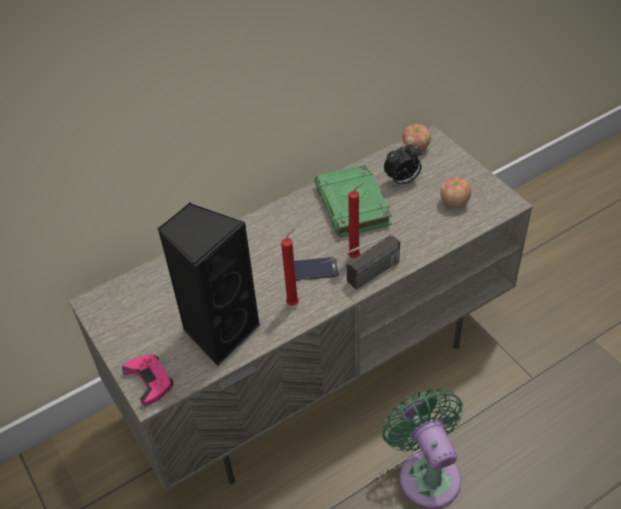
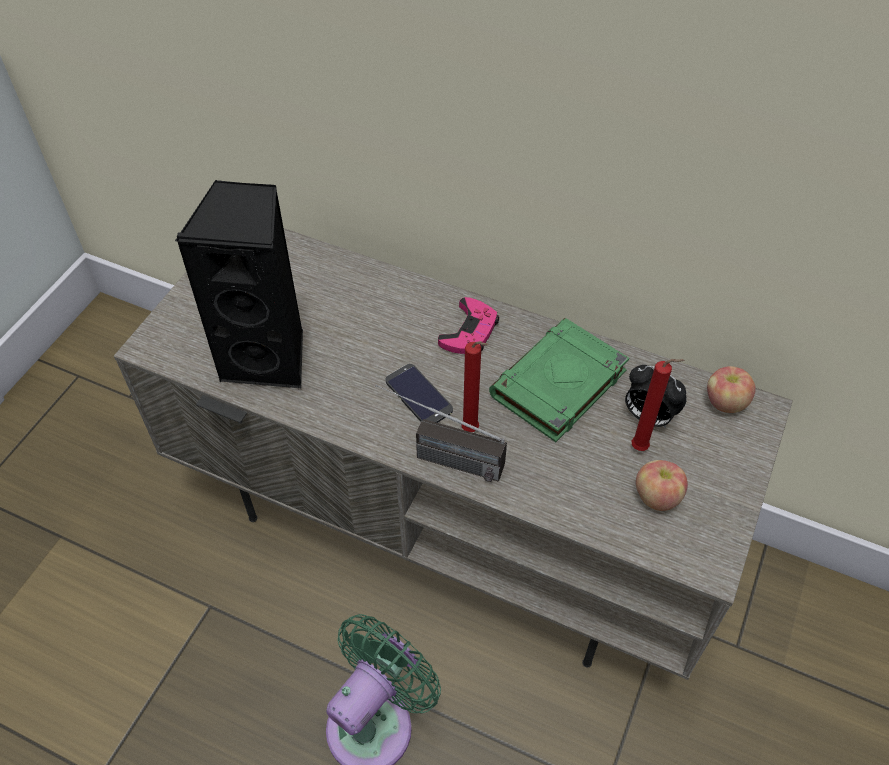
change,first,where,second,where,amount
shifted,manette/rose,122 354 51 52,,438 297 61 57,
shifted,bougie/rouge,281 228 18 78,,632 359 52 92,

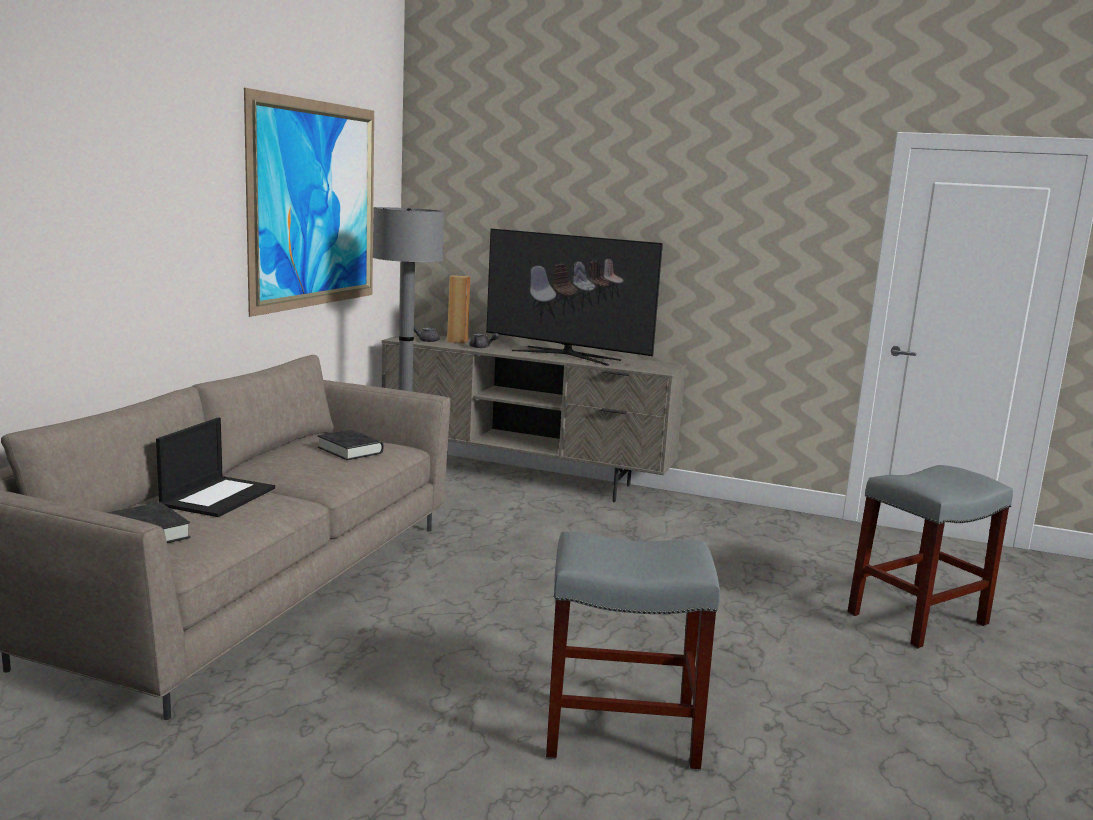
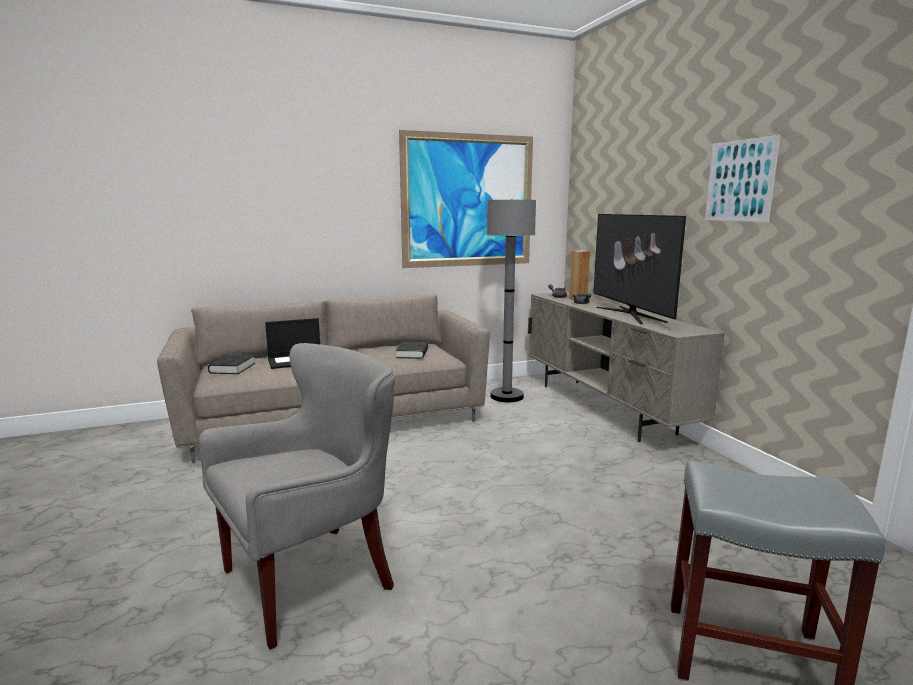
change,first,where,second,where,amount
new,,,tableau,705 135 75 87,
swapped,tabouret/gris,546 531 174 240,fauteuil/gris,199 343 196 307,

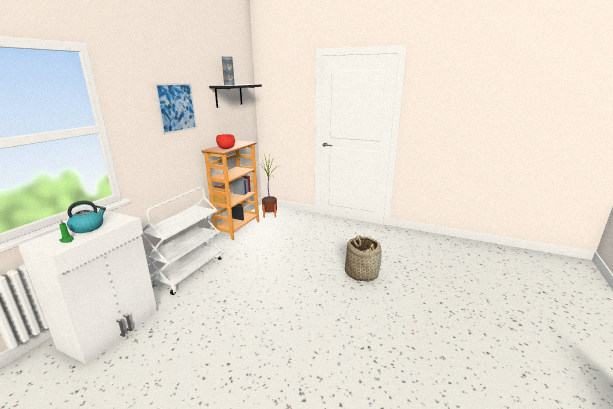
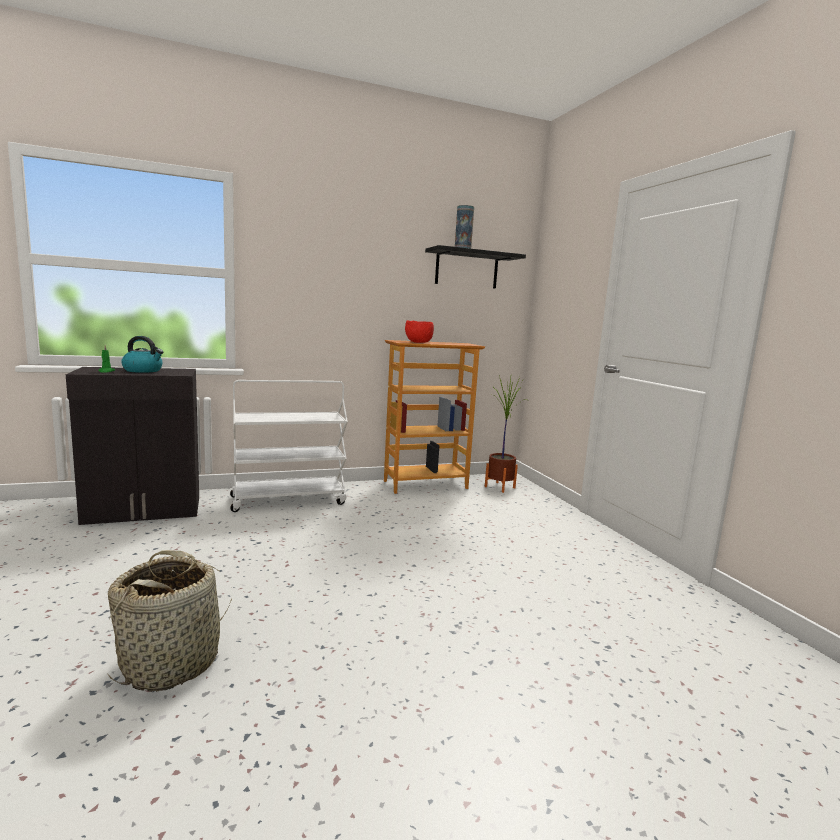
change,first,where,second,where,amount
gone,tableau,154 83 43 52,,,
shifted,panier,345 235 37 47,,106 550 126 142,
repainted,meuble de rangement/blanc,18 211 139 153,meuble de rangement/noir,66 367 133 158,

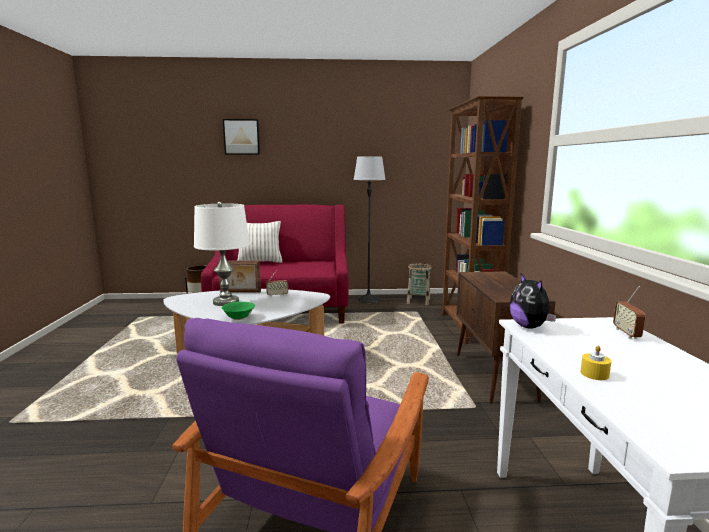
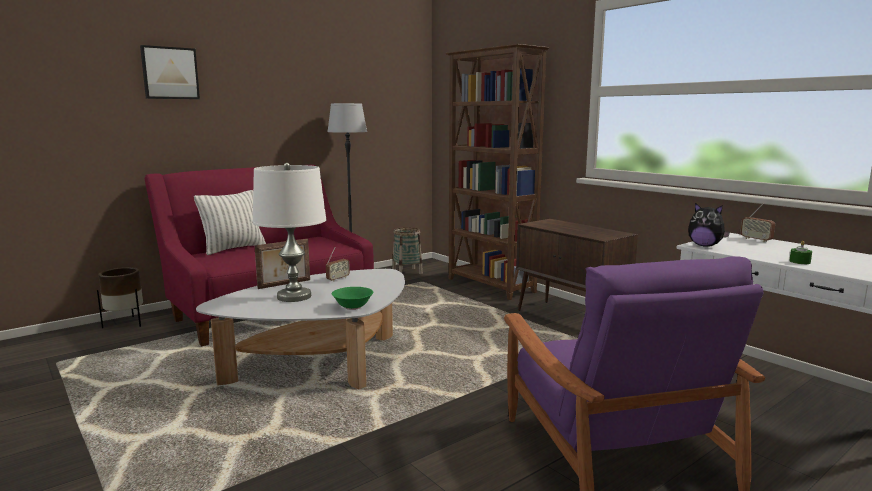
change,first,where,second,where,amount
repainted,bougie/jaune,580 345 31 35,bougie/vert,789 241 23 23,

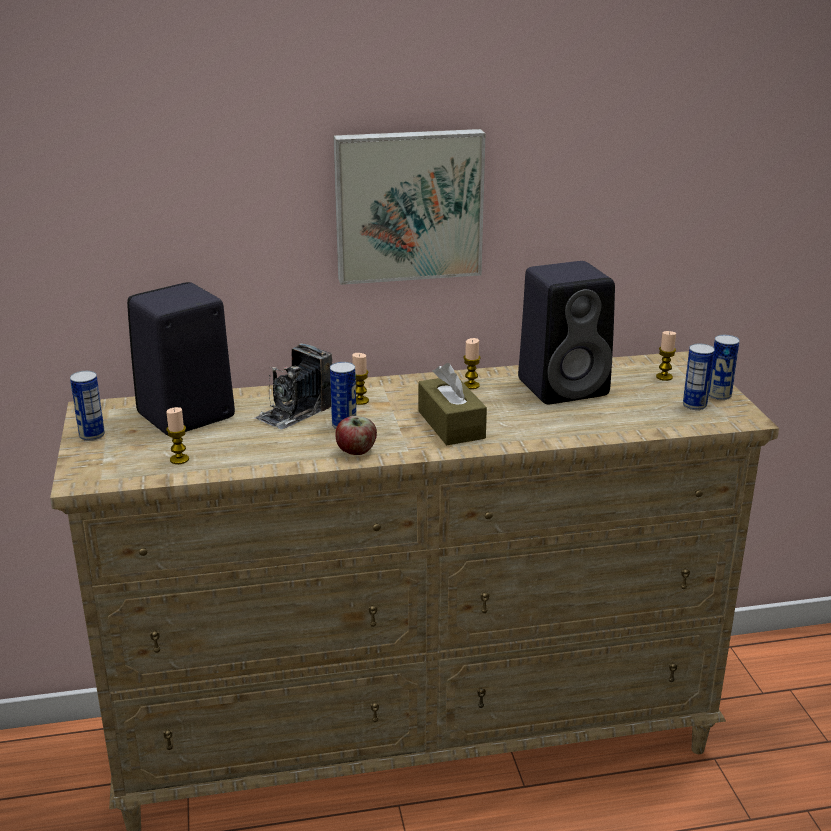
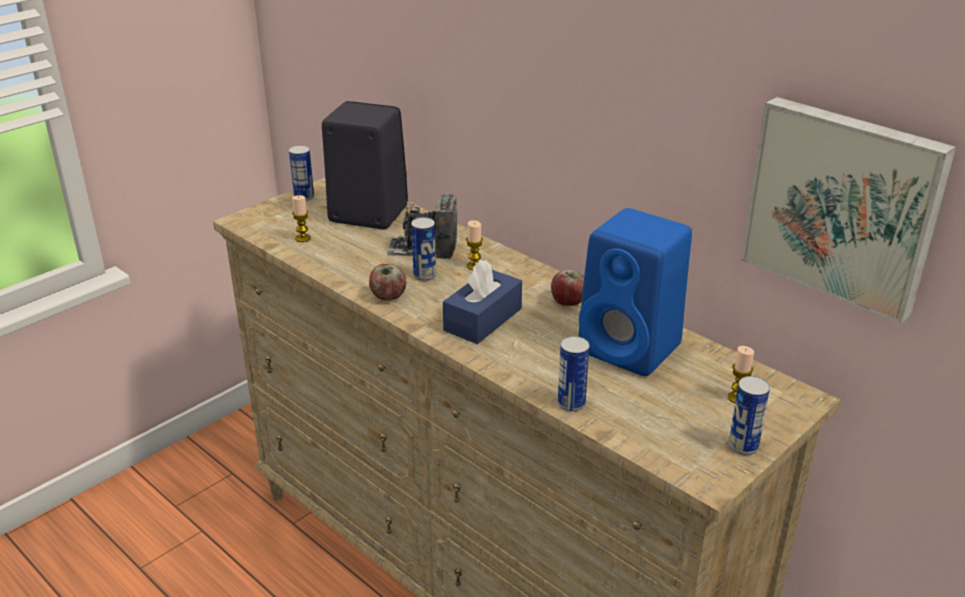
change,first,where,second,where,amount
shifted,tableau,333 129 153 156,,741 97 215 227,
shifted,boîte métallique,683 343 32 67,,558 336 32 76,
swapped,bougie,464 338 17 51,pomme,551 270 33 36,
repainted,boîte à mouchoirs/marron,418 363 69 82,boîte à mouchoirs/bleu,443 259 79 85,
repainted,enceinte/noir,518 261 97 143,enceinte/bleu,578 208 114 169,

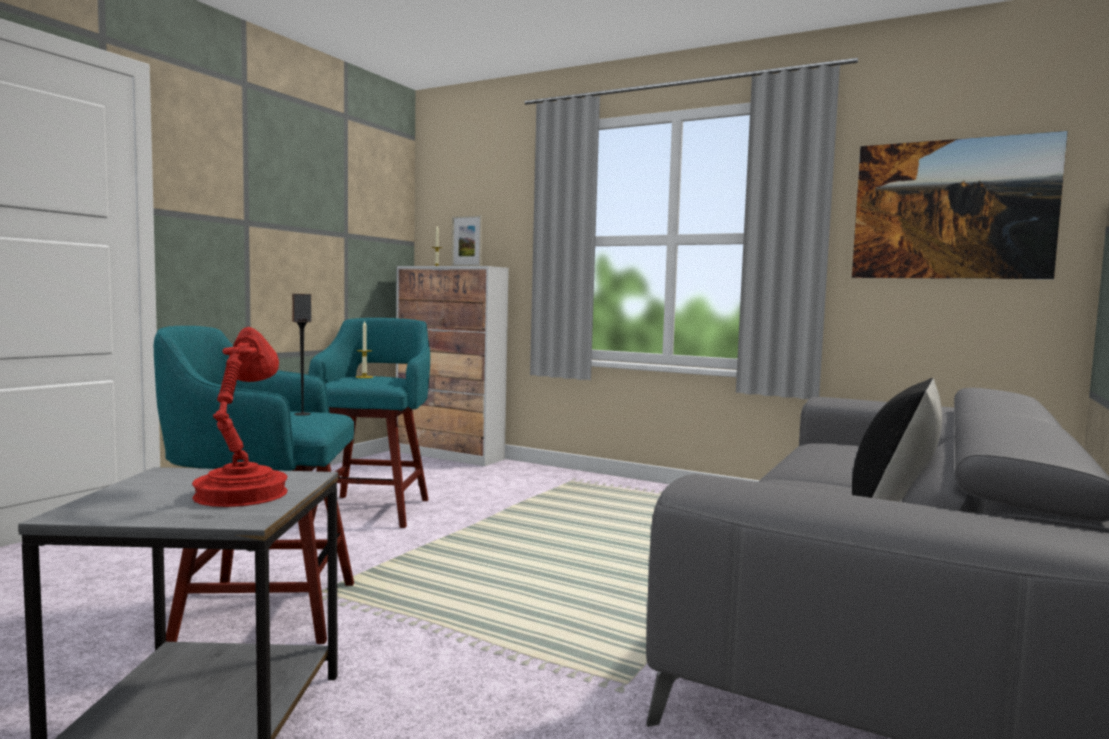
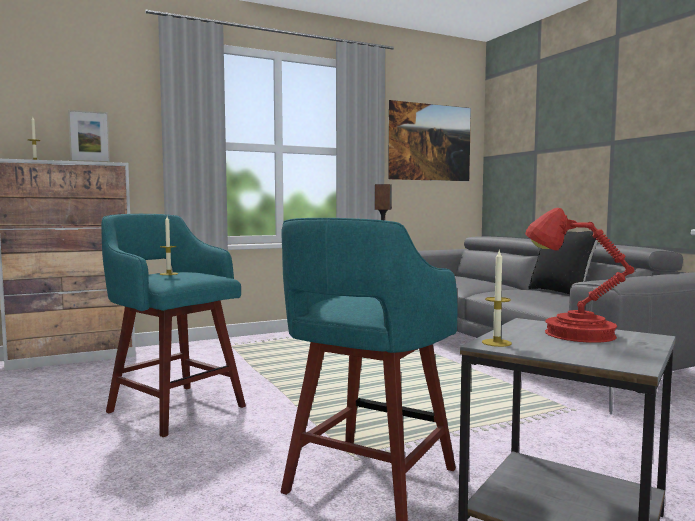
change,first,where,second,where,amount
new,,,bougie,482 251 30 96,

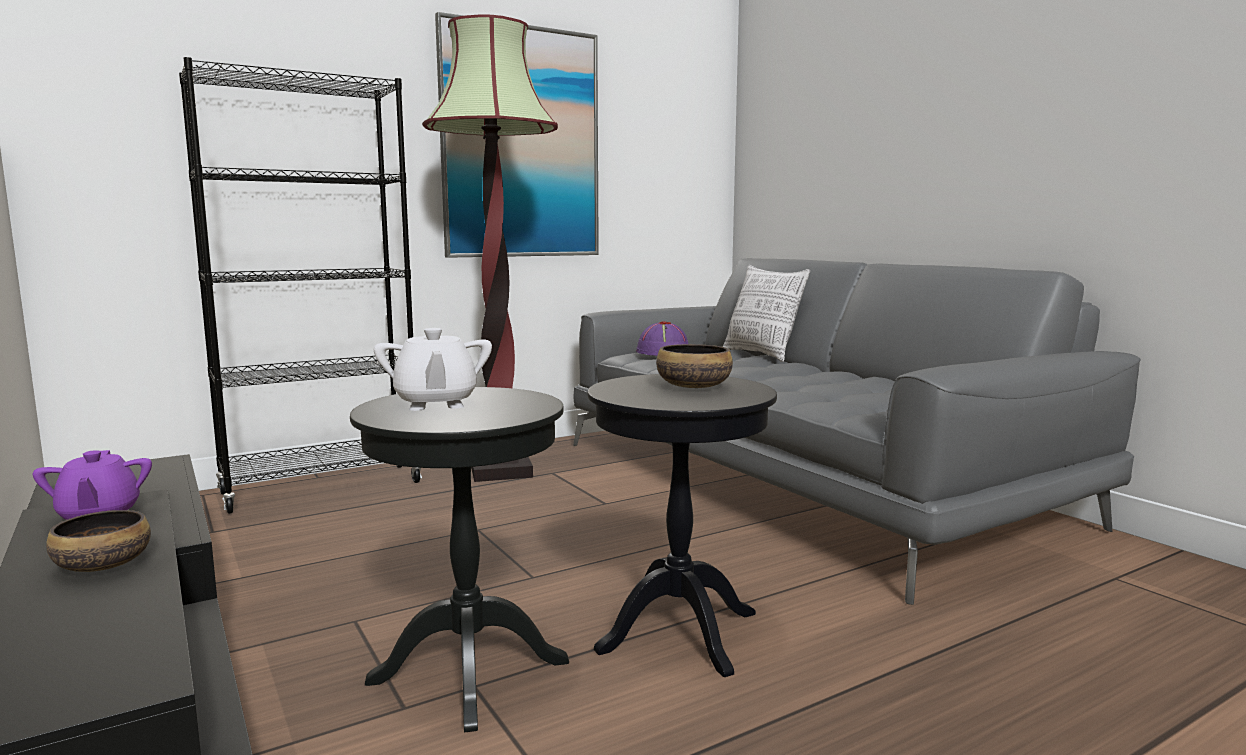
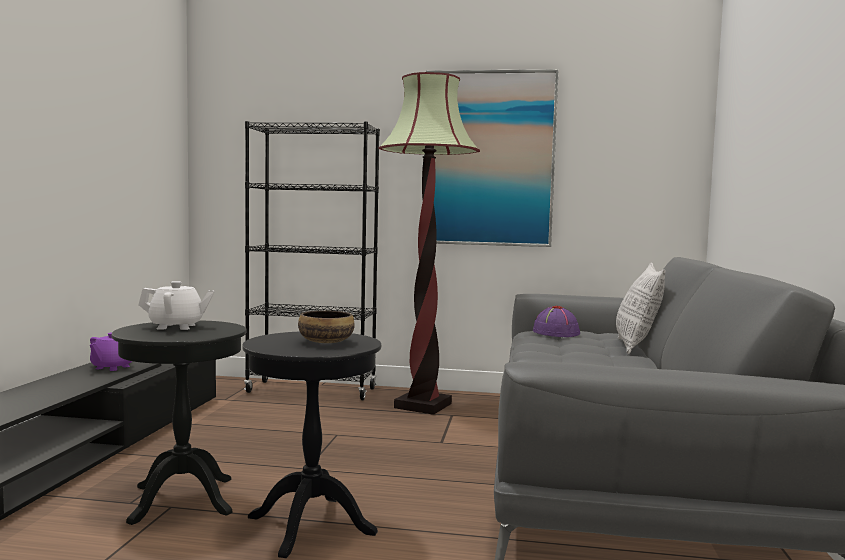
change,first,where,second,where,amount
gone,bol,46 510 105 62,,,
rotated,théière/blanc,374 328 118 83,,138 281 77 49,120 degrees counterclockwise

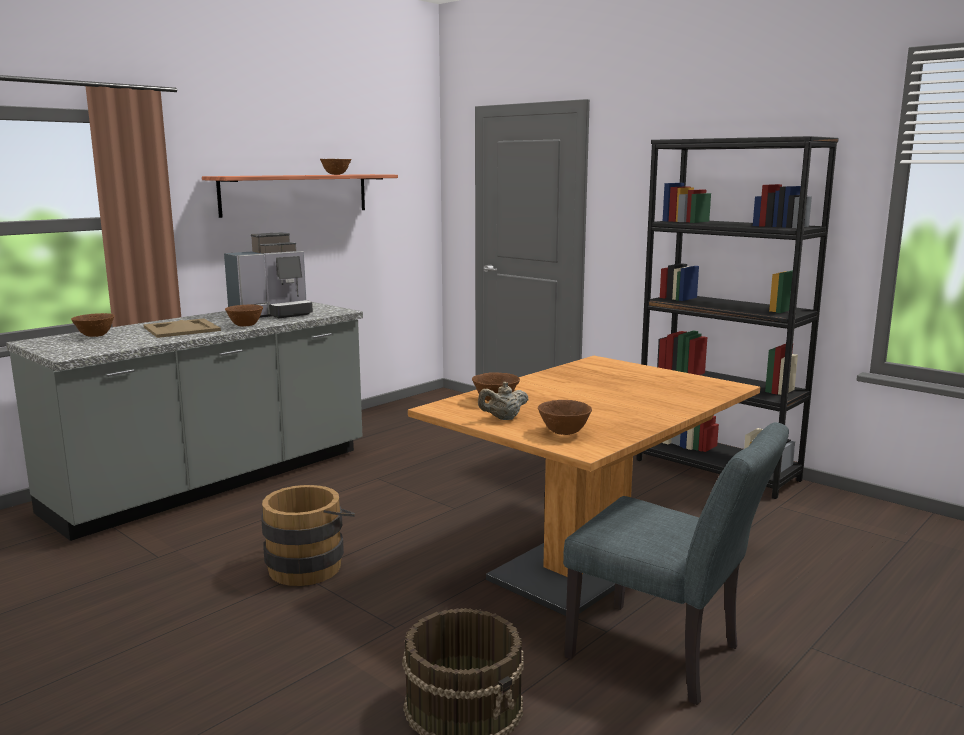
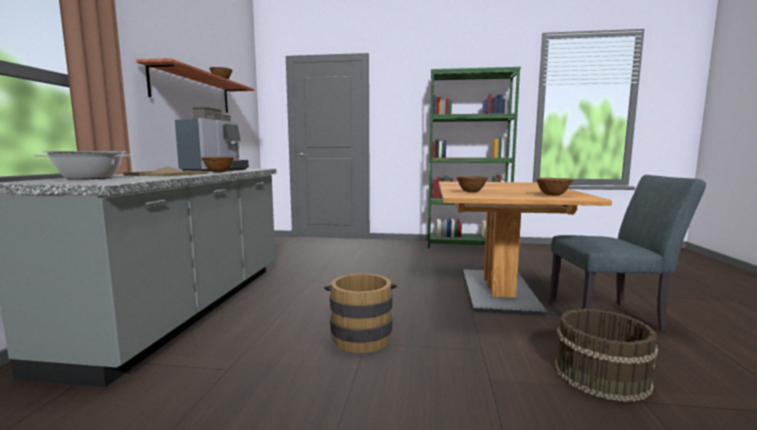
change,first,where,second,where,amount
gone,théière/beige,478 382 51 38,,,
swapped,bol/marron,71 313 44 24,marmite,33 151 102 29,
repainted,bibliothèque/noir,636 136 203 363,bibliothèque/vert,428 67 93 181,

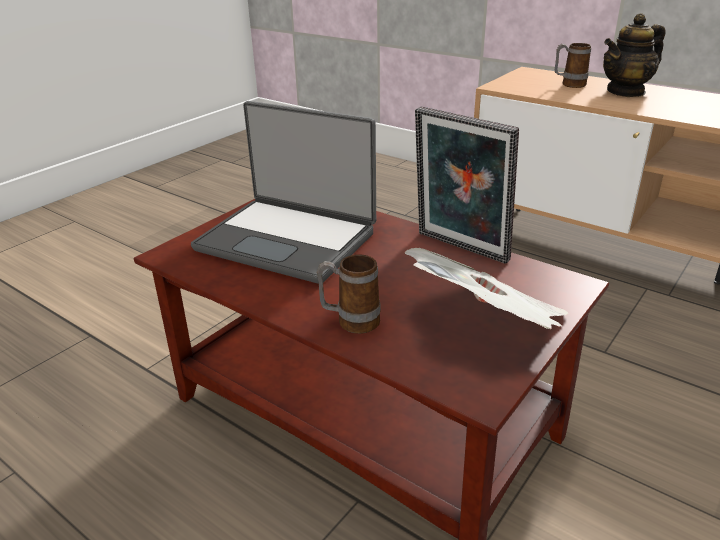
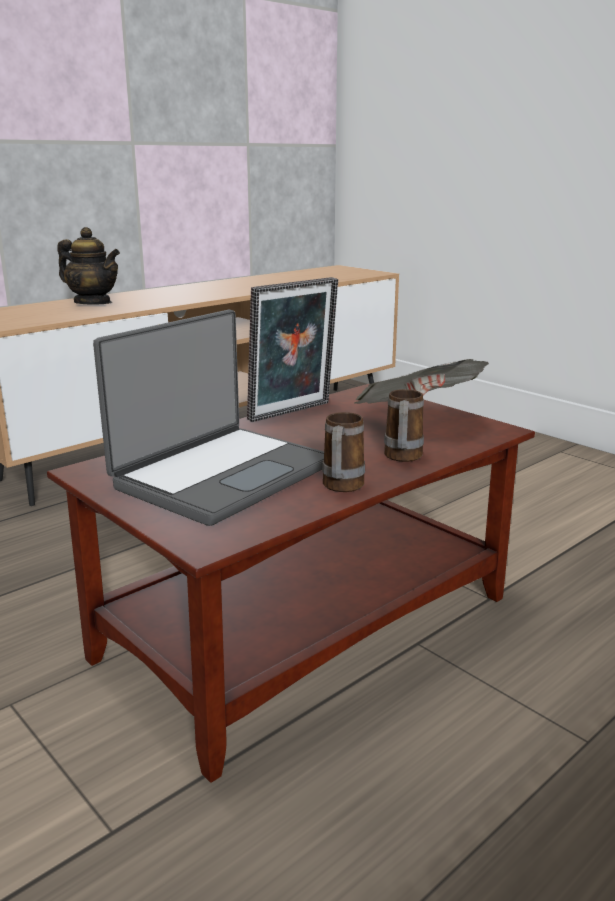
change,first,where,second,where,amount
shifted,mug,555 43 36 45,,322 412 43 80,
rotated,théière,603 13 62 84,,57 227 63 77,45 degrees counterclockwise

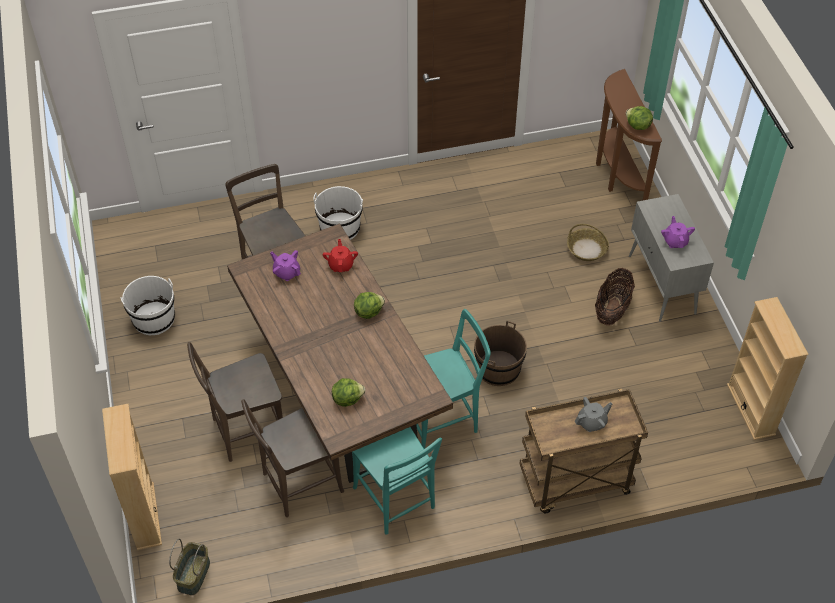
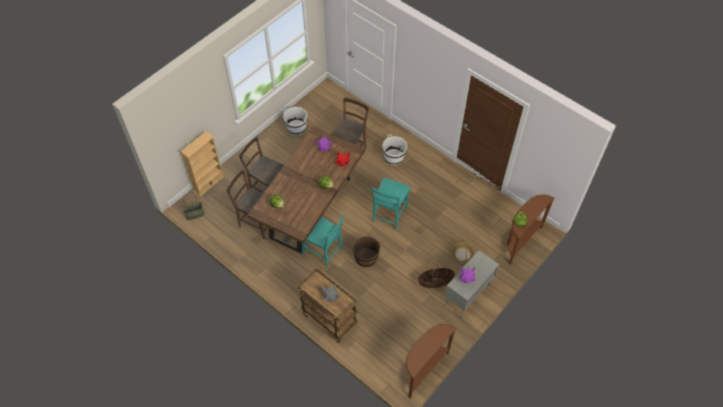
change,first,where,second,where,amount
shifted,chaise/turquoise,352 427 90 108,,371 178 39 52,
swapped,bibliothèque/beige,727 297 82 143,table console/marron,406 324 50 74,

